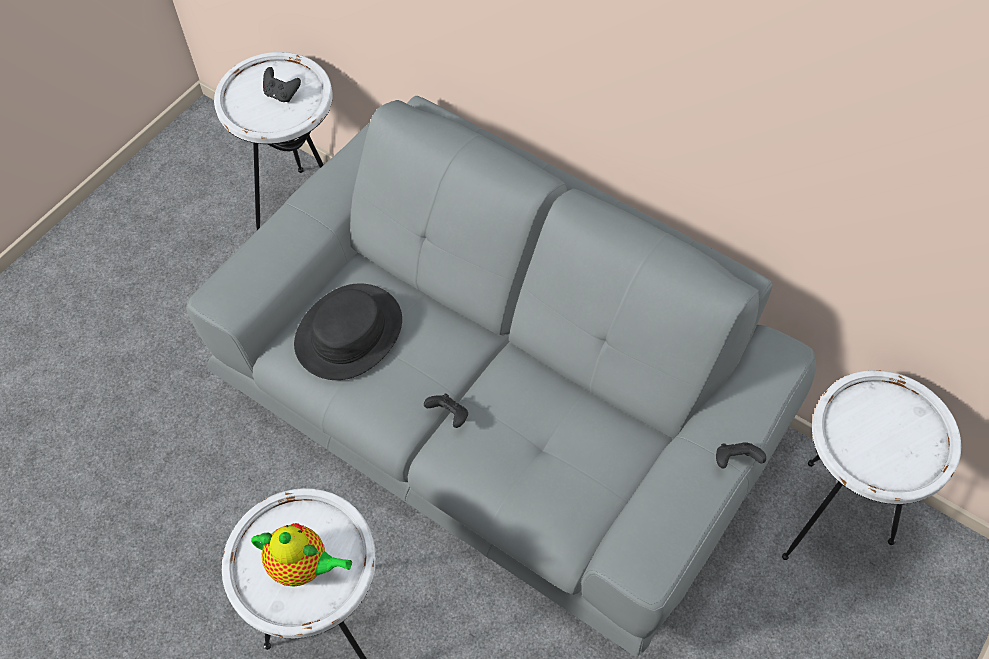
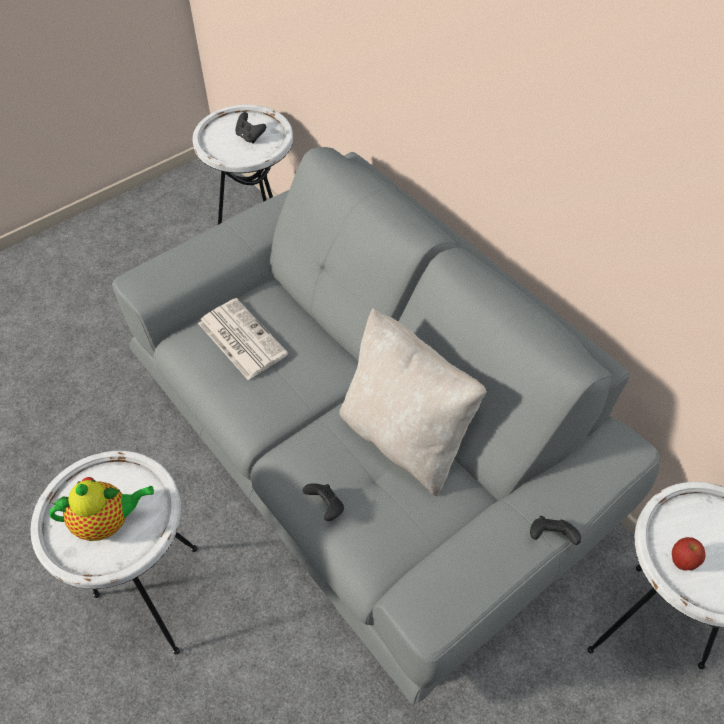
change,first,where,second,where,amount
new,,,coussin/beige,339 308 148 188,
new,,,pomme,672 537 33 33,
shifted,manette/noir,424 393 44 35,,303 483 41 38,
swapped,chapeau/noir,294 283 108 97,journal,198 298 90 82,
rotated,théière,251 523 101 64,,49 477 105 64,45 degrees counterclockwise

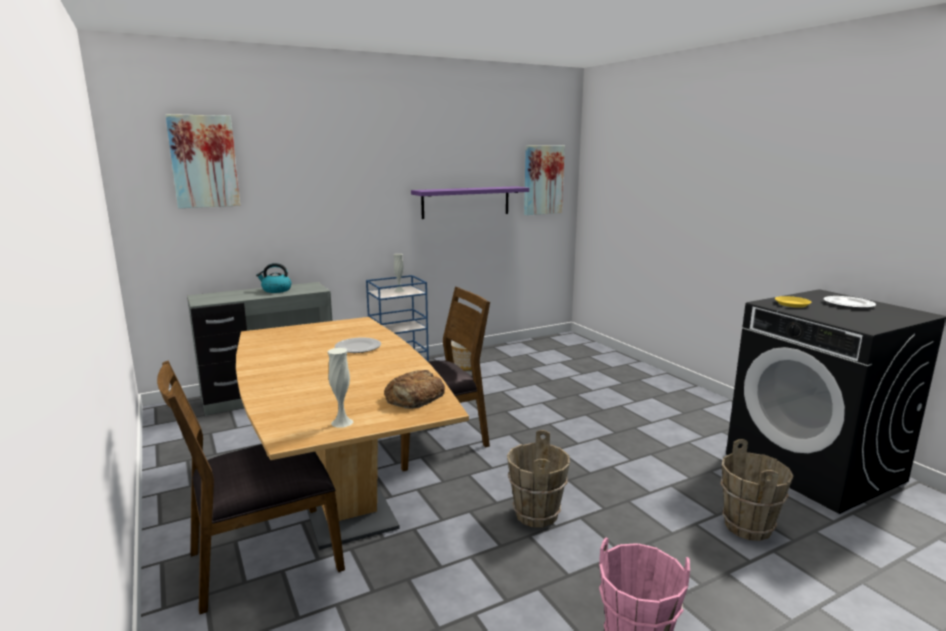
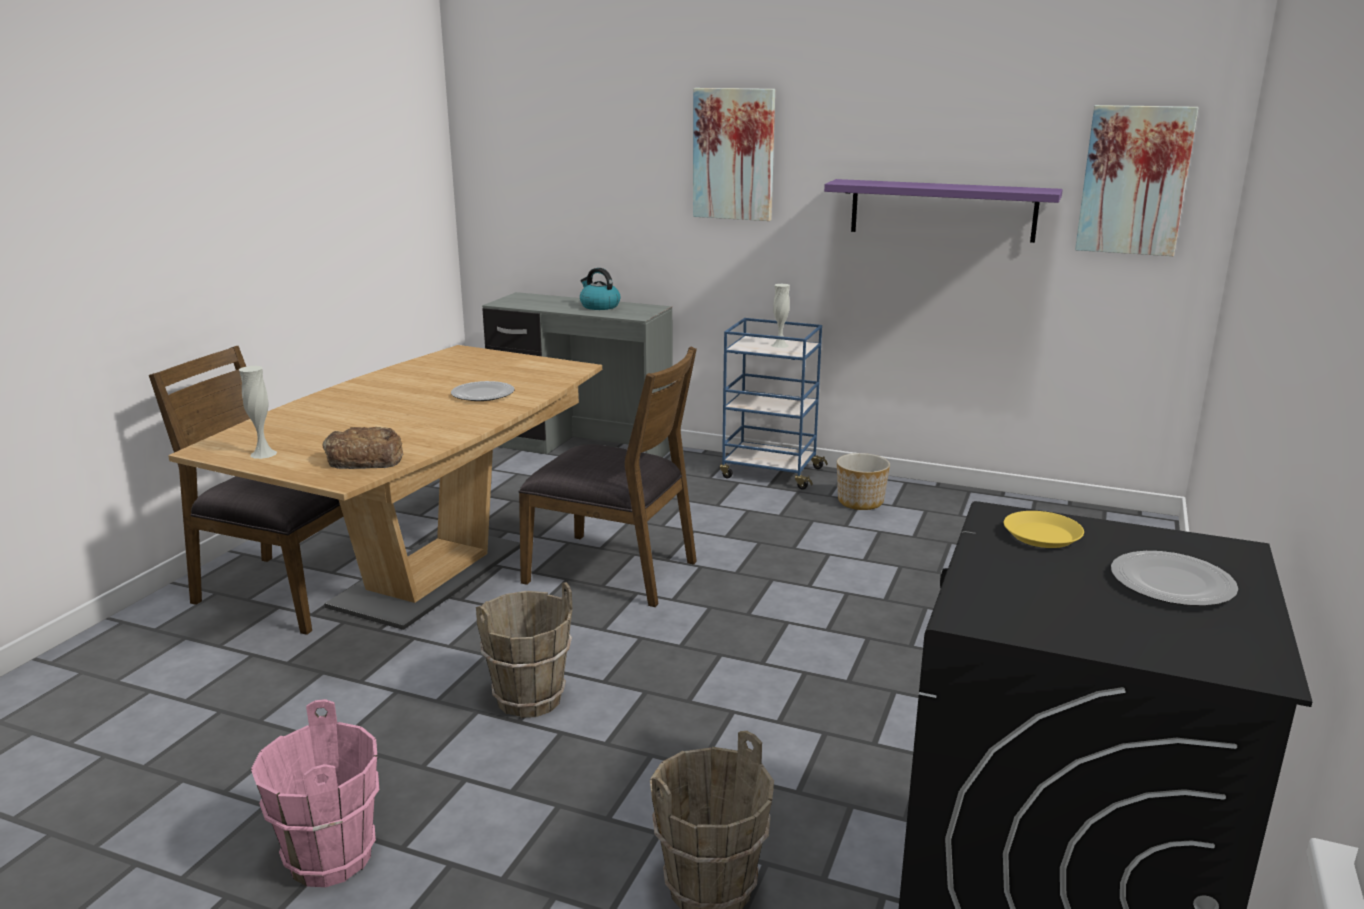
change,first,where,second,where,amount
shifted,tableau,165 114 75 94,,693 88 82 133,

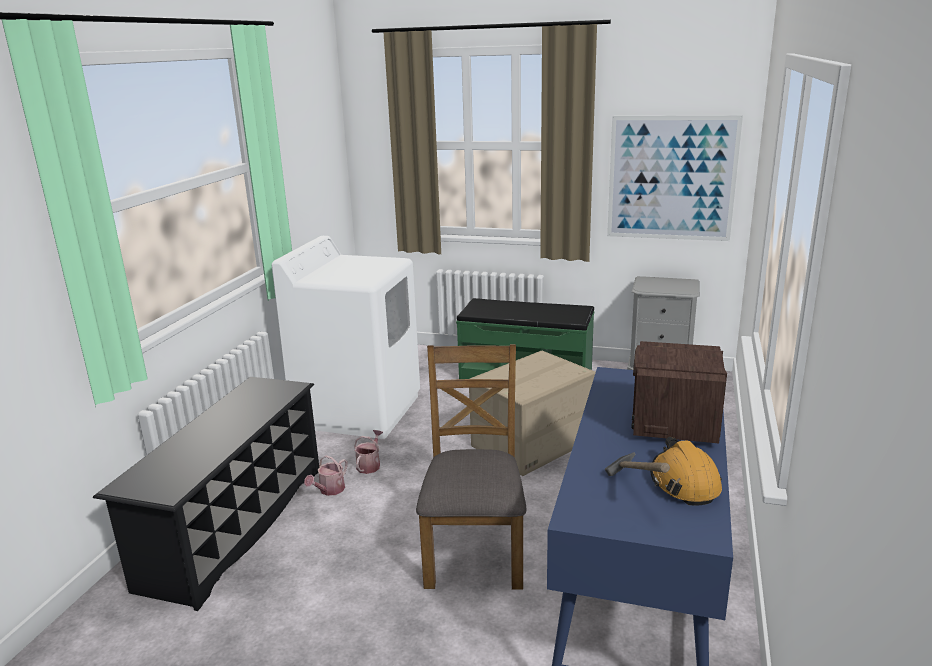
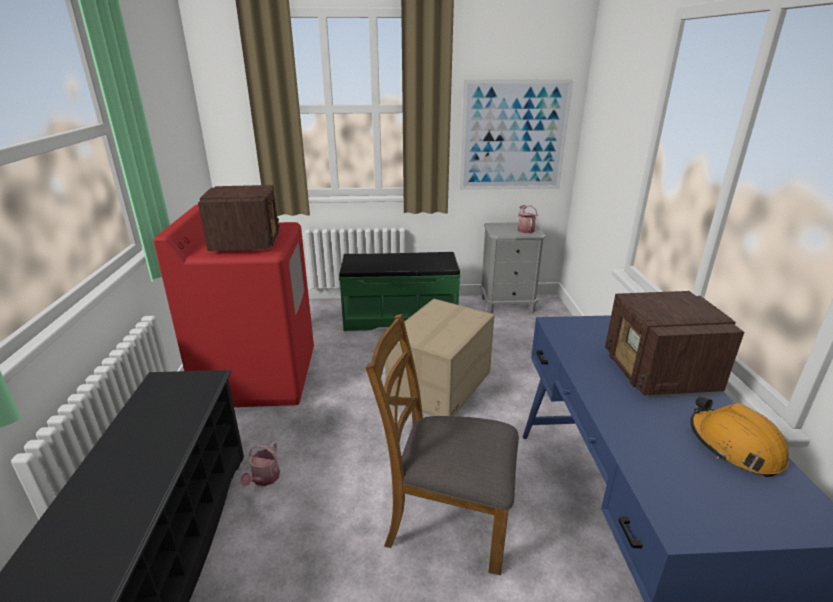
change,first,where,second,where,amount
gone,marteau,605 452 65 24,,,
new,,,radio,198 185 82 66,
shifted,arrosoir,354 430 29 44,,517 205 20 28,
repainted,lave-linge/blanc,272 236 148 203,lave-linge/rouge,154 205 160 202,
rotated,chaise/marron,416 344 110 246,,366 314 153 261,60 degrees counterclockwise

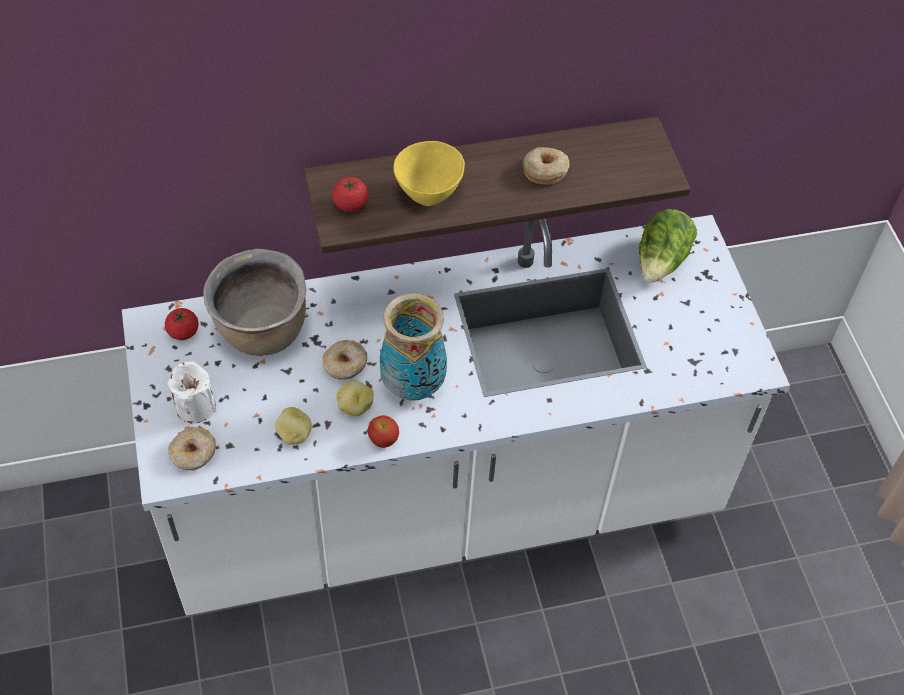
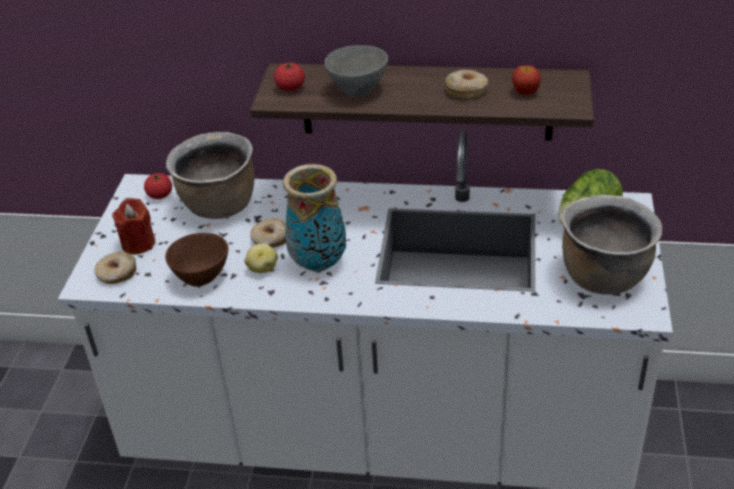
change,first,where,second,where,amount
new,,,marmite/marron,562 195 100 100,
shifted,pomme,368 415 31 33,,512 65 29 30,
swapped,pomme de terre,275 407 37 38,bol/marron,165 233 63 53,
repainted,bougie/blanc,167 361 49 63,bougie/rouge,112 198 43 56,
repainted,bol/jaune,393 141 72 65,bol/gris,325 45 63 52,

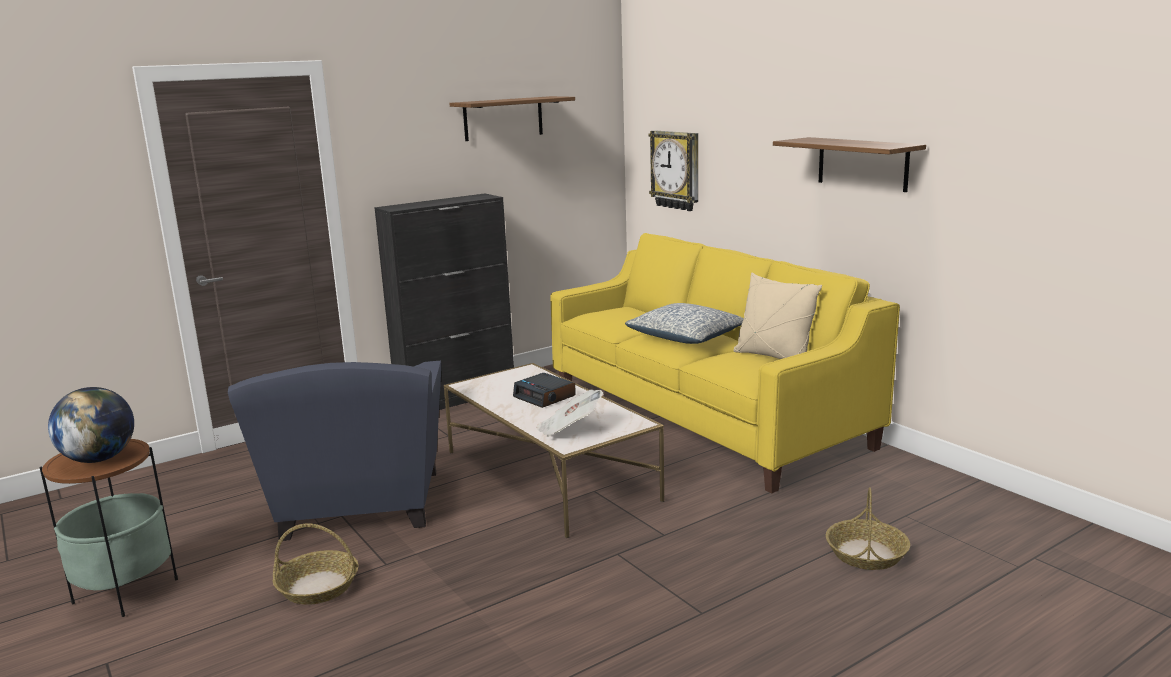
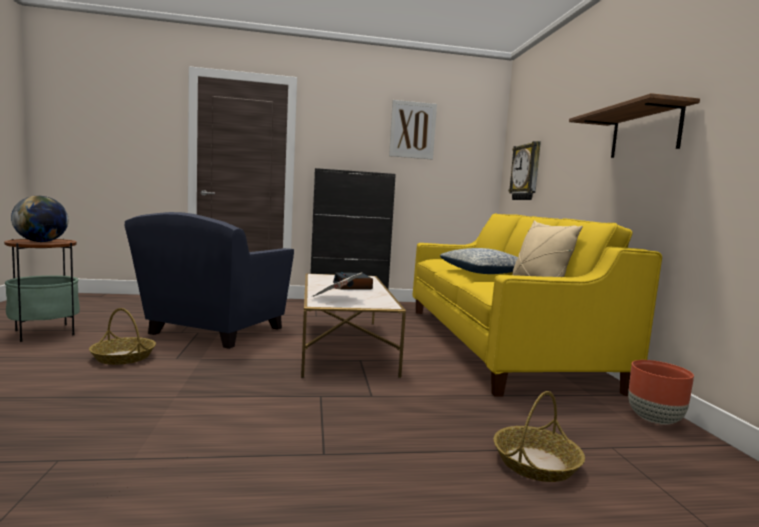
change,first,where,second,where,amount
new,,,cache-pot/marron,628 360 66 65,
swapped,étagère,449 96 126 45,tableau,389 100 48 60,

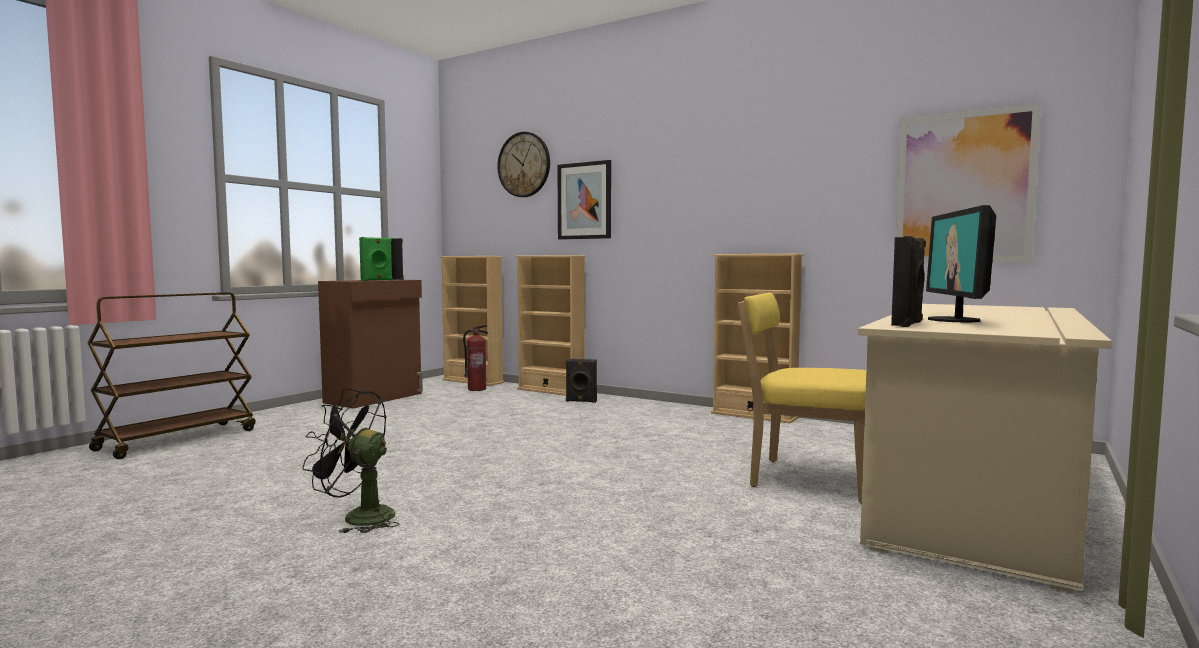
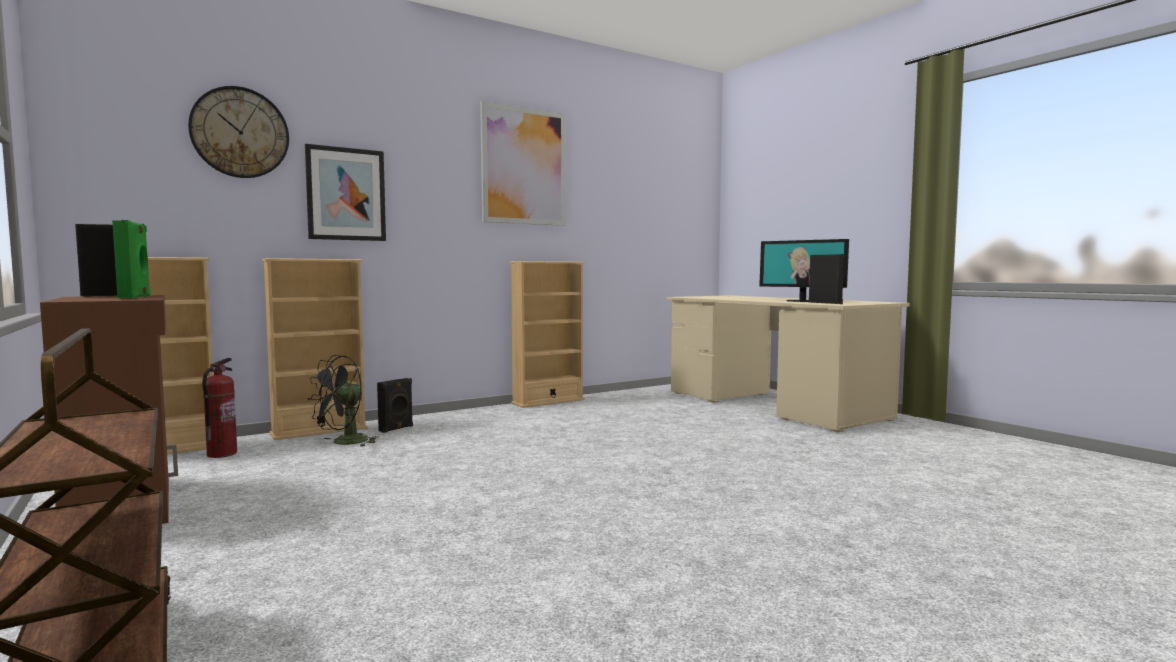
change,first,where,second,where,amount
gone,chaise/jaune,738 292 128 212,,,
shifted,ventilateur/noir,303 388 96 145,,308 355 71 92,
shifted,tableau,896 103 145 160,,480 101 86 125,

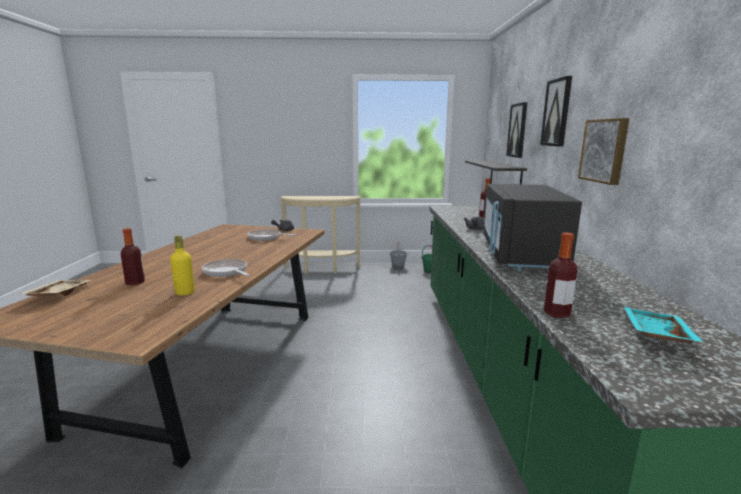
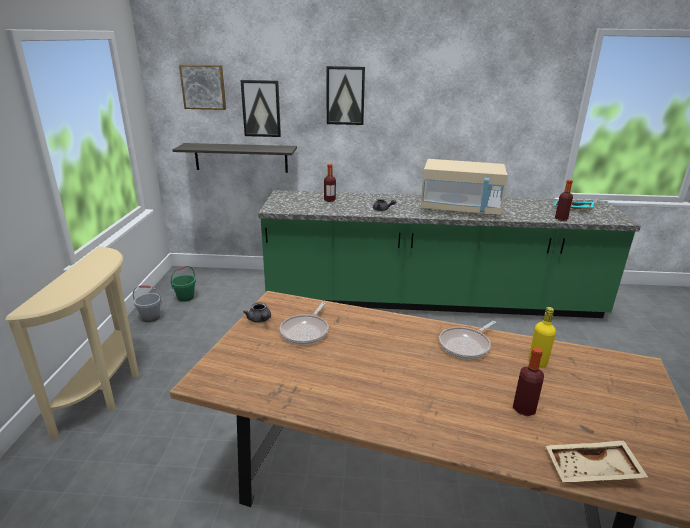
change,first,where,second,where,amount
shifted,tableau,578 118 51 67,,179 64 47 46,
repainted,micro-ondes/noir,483 184 99 87,micro-ondes/beige,420 159 88 57,

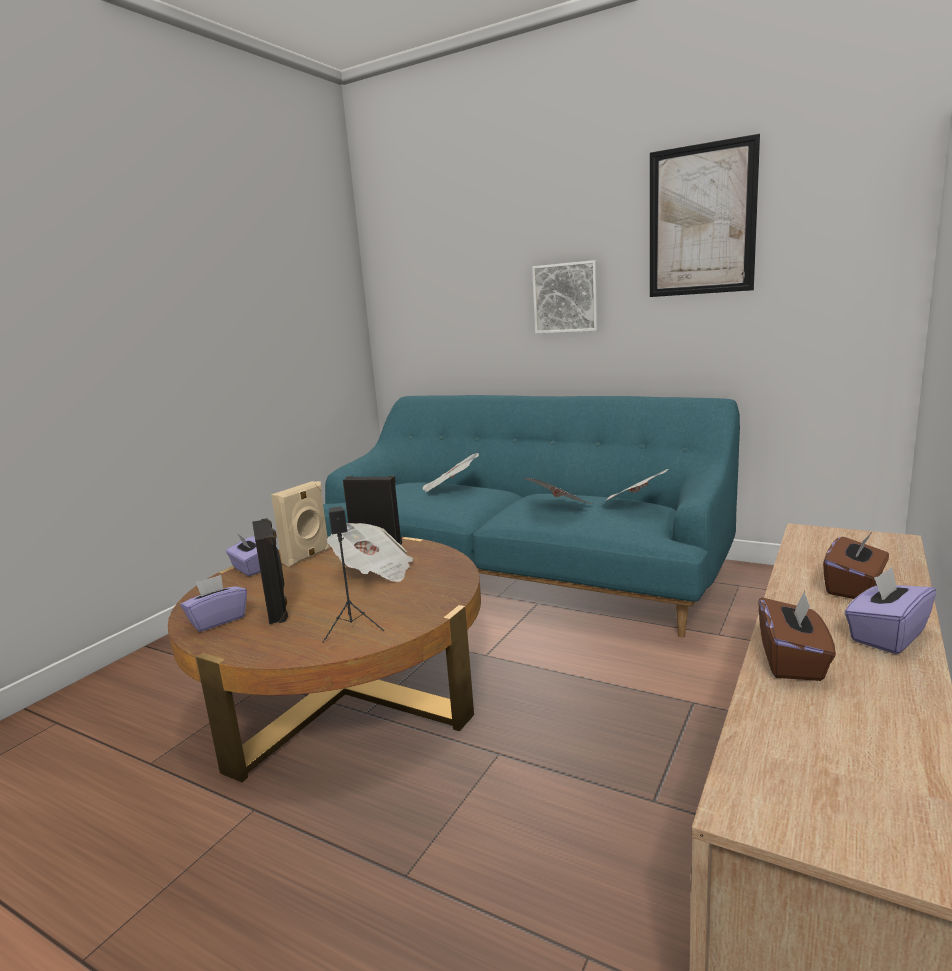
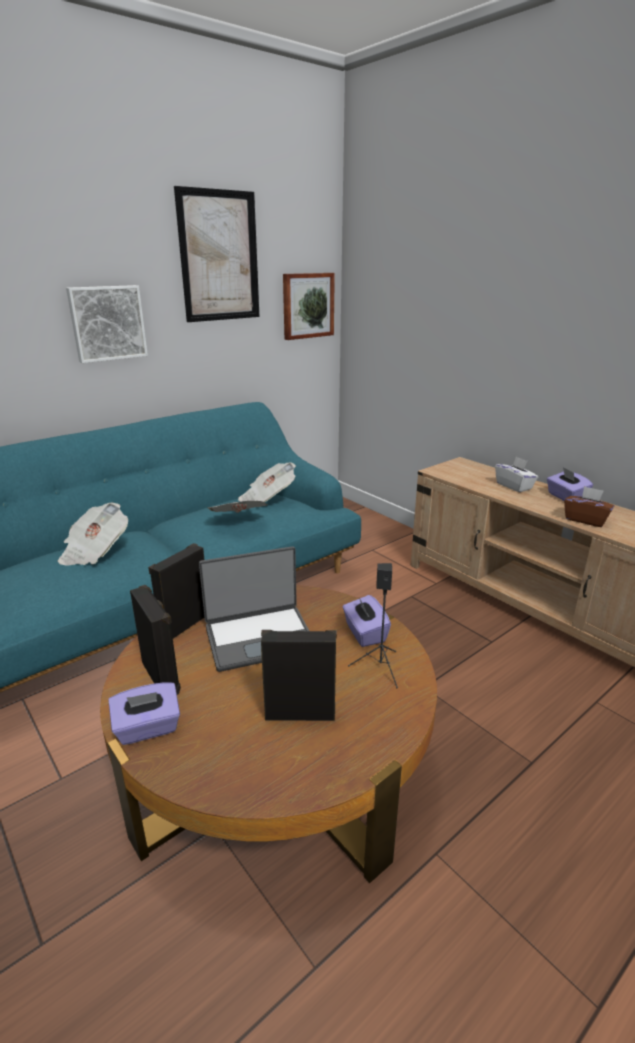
change,first,where,second,where,amount
new,,,tableau,283 273 52 67,
shifted,boîte à mouchoirs/violet,180 575 67 57,,343 595 48 52,
swapped,journal,327 523 86 59,ordinateur portable,199 546 110 126,
repainted,enceinte/beige,271 481 59 86,enceinte/noir,130 585 51 110,
repainted,boîte à mouchoirs/marron,823 531 66 68,boîte à mouchoirs/blanc,495 457 43 35,

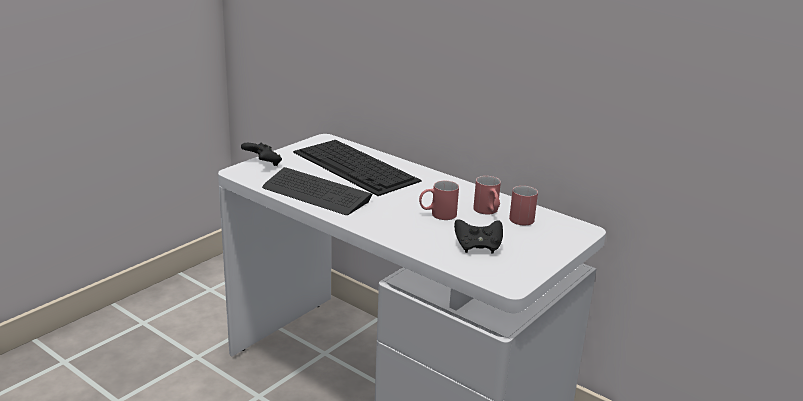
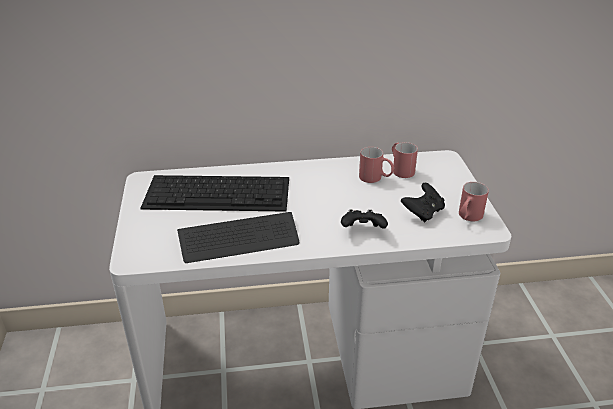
change,first,where,second,where,amount
shifted,manette/noir,241 143 41 23,,341 210 47 19,
shifted,mug/rouge,419 181 40 39,,459 182 30 39,

